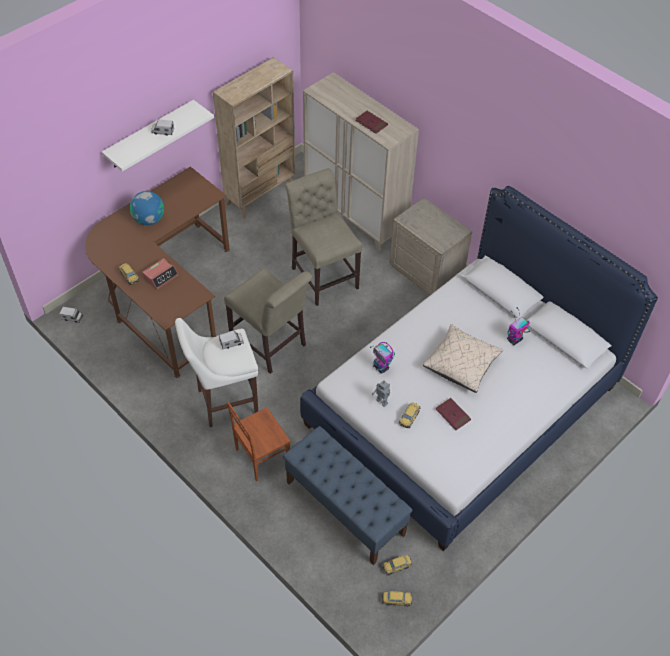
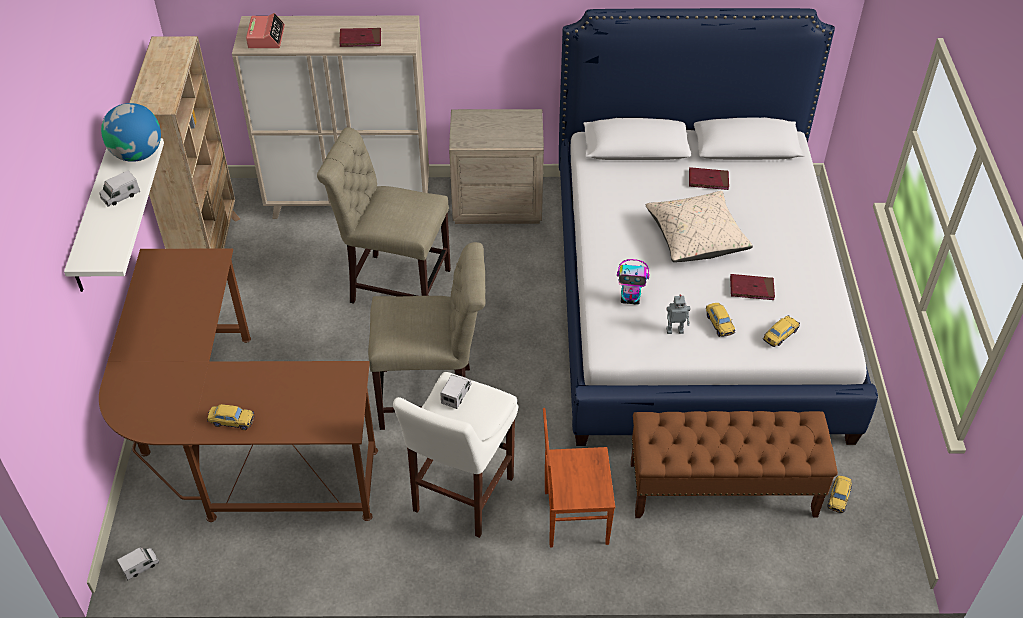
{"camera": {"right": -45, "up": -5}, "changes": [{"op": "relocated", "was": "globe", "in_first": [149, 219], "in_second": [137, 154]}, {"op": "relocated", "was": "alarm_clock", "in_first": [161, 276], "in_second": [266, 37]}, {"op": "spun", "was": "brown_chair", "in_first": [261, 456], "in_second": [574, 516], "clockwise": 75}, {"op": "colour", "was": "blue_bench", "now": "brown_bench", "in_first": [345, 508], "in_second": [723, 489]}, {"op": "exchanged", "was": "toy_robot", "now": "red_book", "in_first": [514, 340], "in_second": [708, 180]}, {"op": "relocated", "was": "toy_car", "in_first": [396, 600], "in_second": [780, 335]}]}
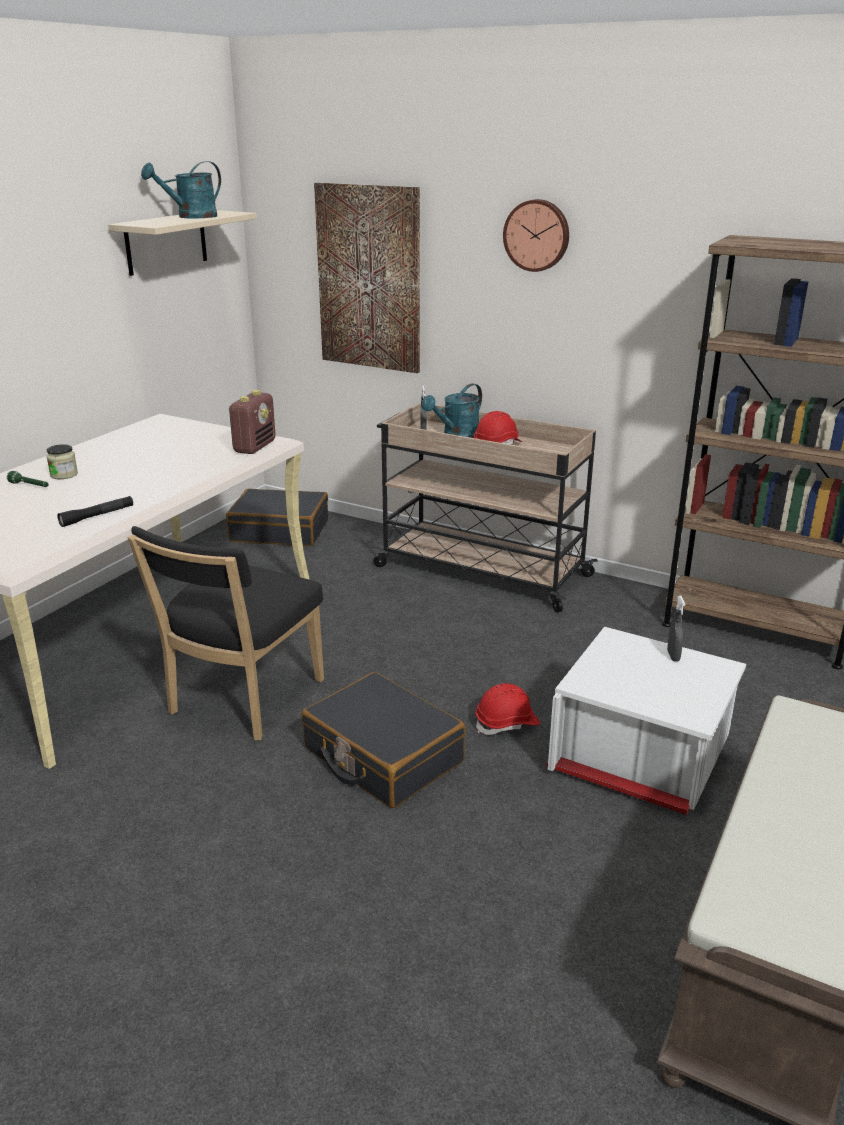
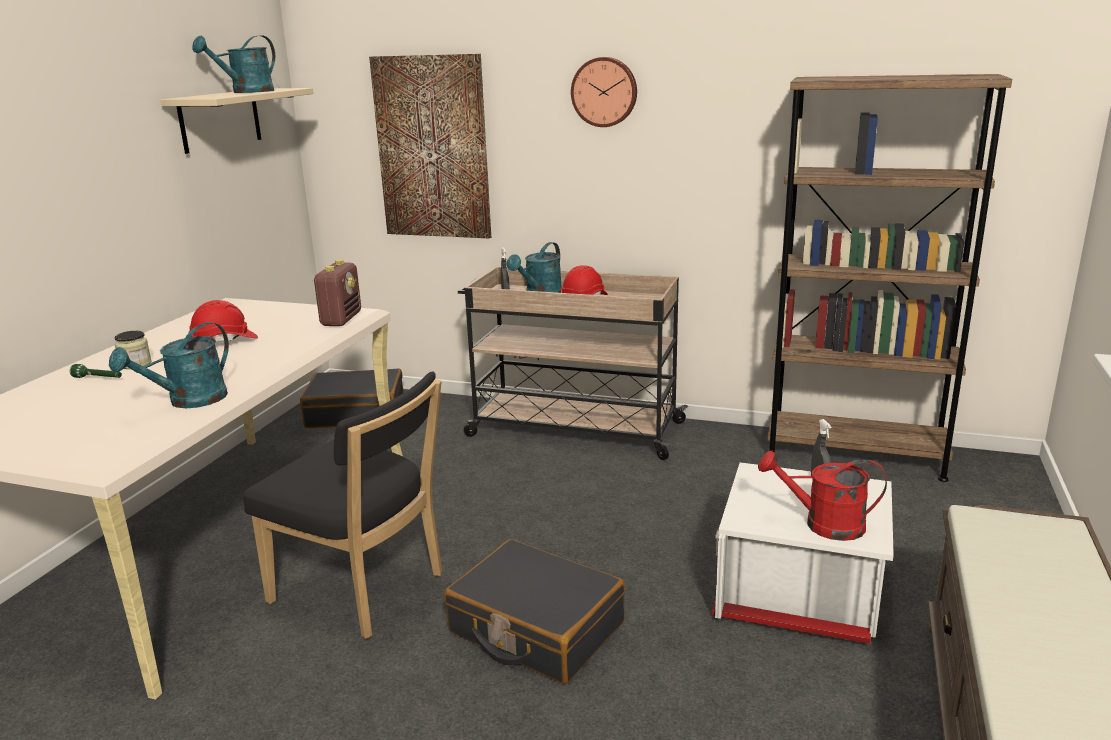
{"camera": {"right": -10, "up": -5}, "changes": [{"op": "exchanged", "was": "black_flashlight", "now": "turquoise_watering_can", "in_first": [97, 516], "in_second": [189, 401]}, {"op": "relocated", "was": "red_hard_hat", "in_first": [507, 724], "in_second": [224, 342]}, {"op": "spun", "was": "black_chair", "in_first": [242, 701], "in_second": [363, 591], "clockwise": -75}, {"op": "appeared", "now": "red_watering_can", "in_second": [823, 525]}]}
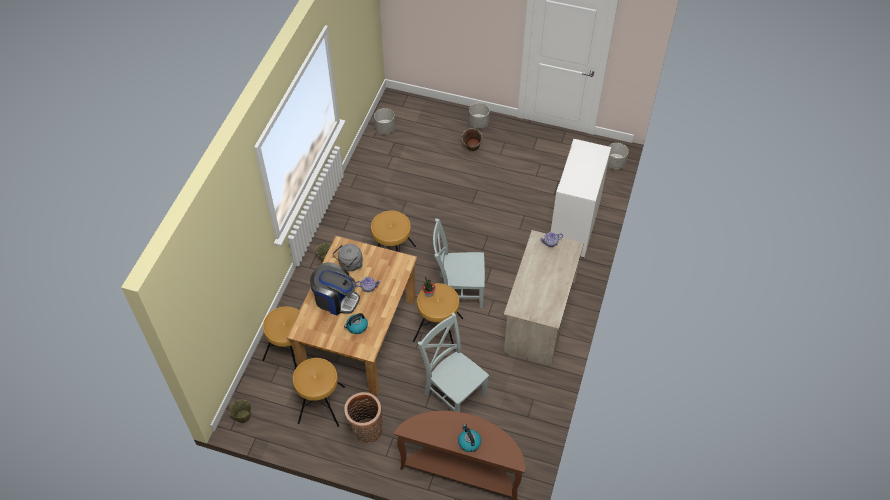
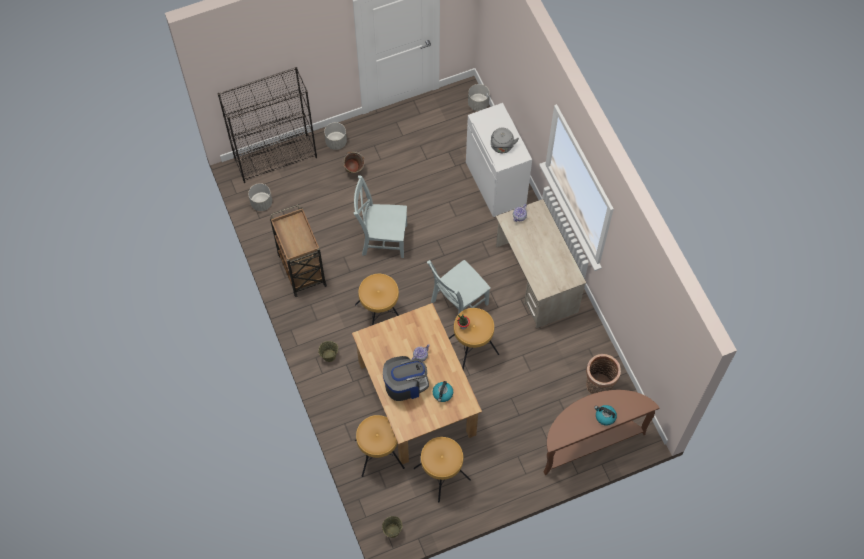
{"camera": {"right": -40, "up": 10}, "changes": [{"op": "appeared", "now": "black_bookcase", "in_second": [276, 158]}, {"op": "appeared", "now": "brown_cart", "in_second": [301, 269]}, {"op": "relocated", "was": "grey_chair", "in_first": [453, 392], "in_second": [382, 239]}, {"op": "relocated", "was": "grey_kettle", "in_first": [349, 264], "in_second": [502, 147]}, {"op": "relocated", "was": "basket", "in_first": [366, 431], "in_second": [598, 387]}]}
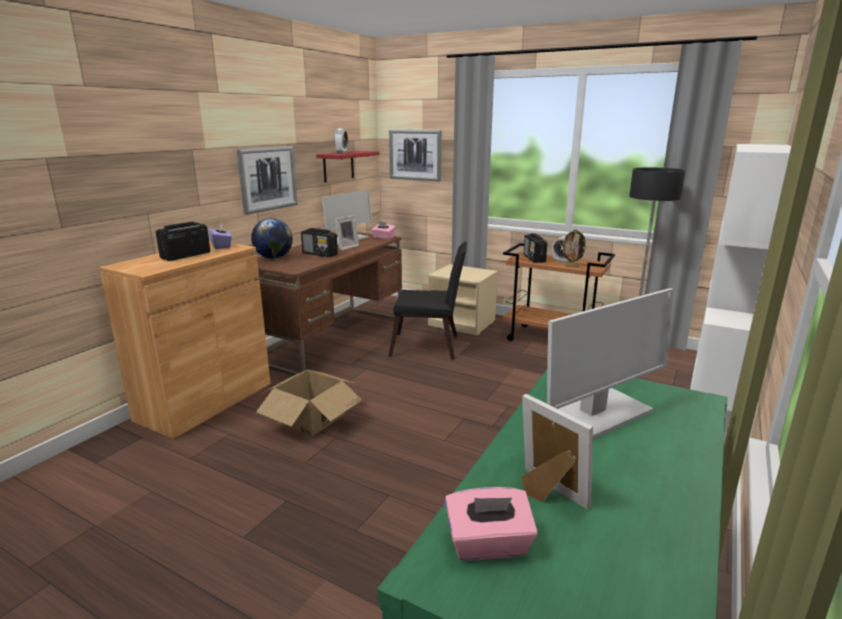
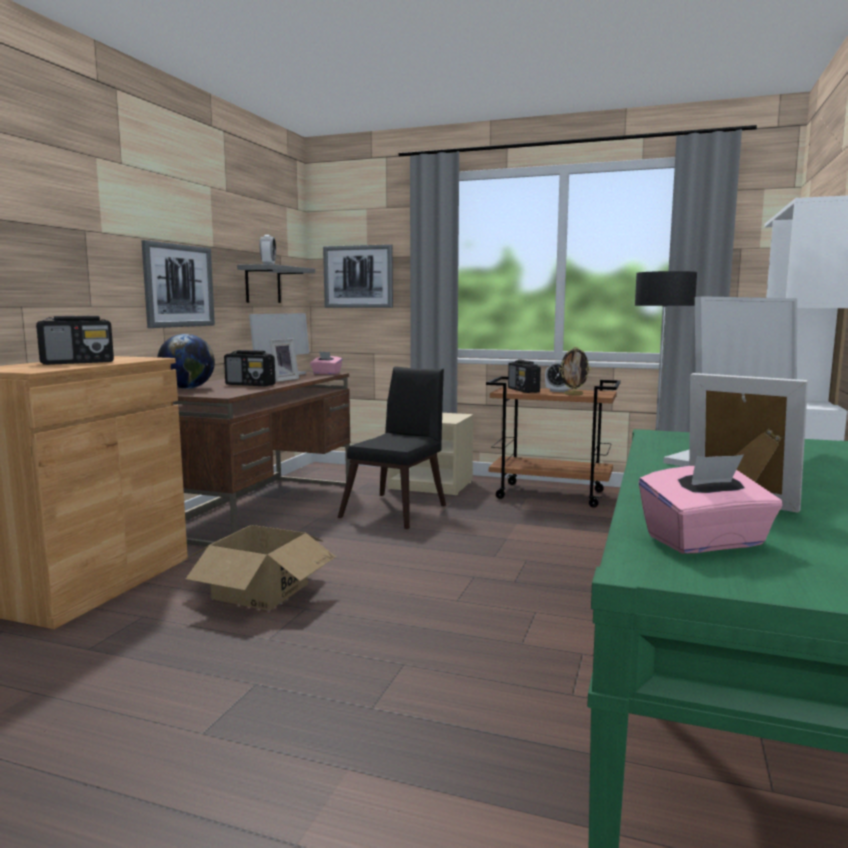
{"camera": {"right": -10, "up": -10}, "changes": [{"op": "spun", "was": "radio", "in_first": [185, 256], "in_second": [78, 362], "clockwise": -150}, {"op": "colour", "was": "red_shelf", "now": "grey_shelf", "in_first": [338, 166], "in_second": [263, 285]}, {"op": "spun", "was": "black_chair", "in_first": [430, 347], "in_second": [398, 509], "clockwise": -60}, {"op": "missing", "was": "purple_tissue_box", "in_first": [221, 246]}]}
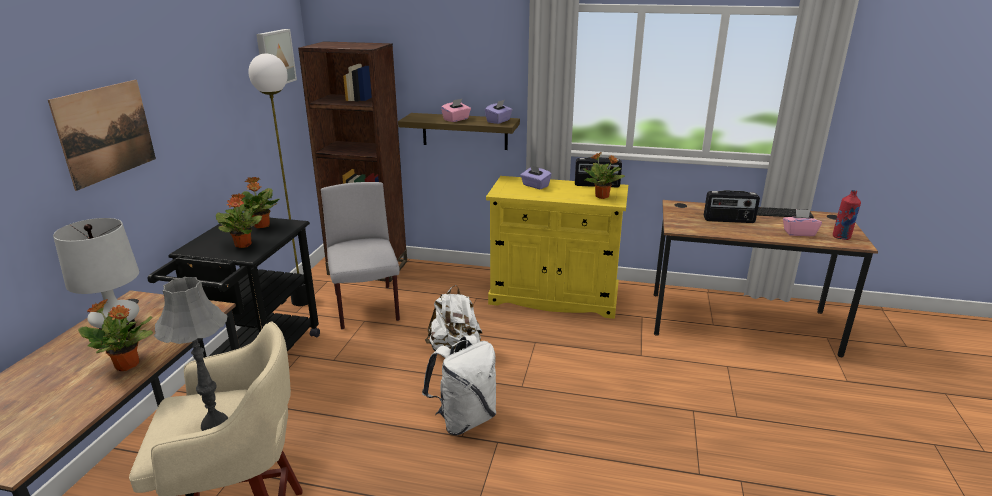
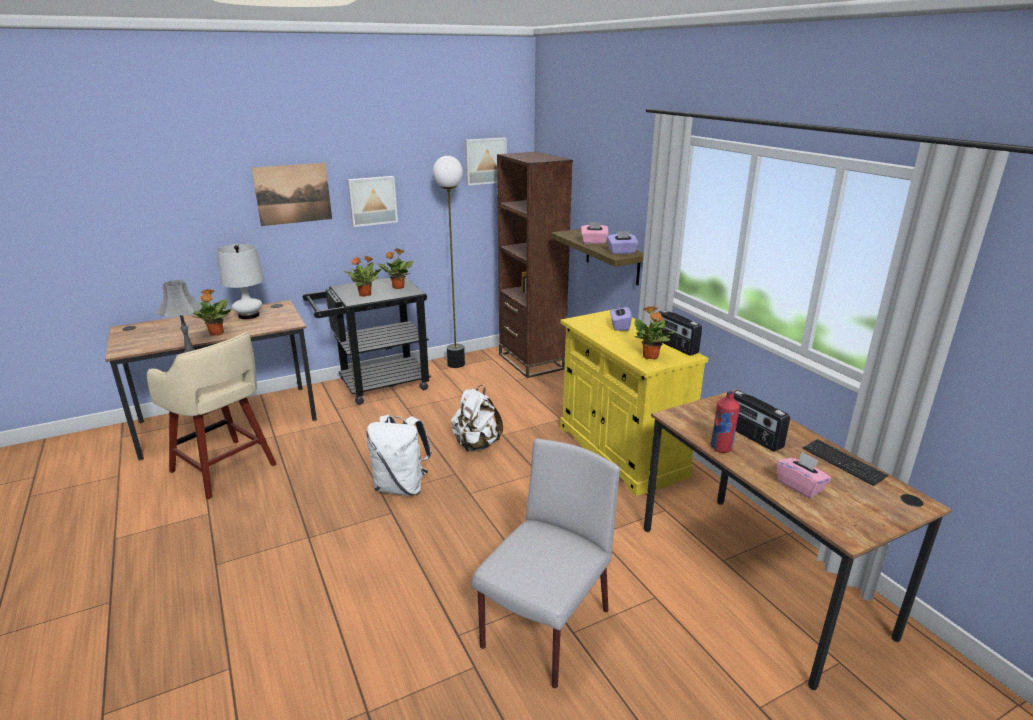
{"camera": {"right": 50, "up": 0}, "changes": [{"op": "appeared", "now": "picture", "in_second": [372, 200]}, {"op": "relocated", "was": "grey_chair", "in_first": [367, 308], "in_second": [545, 630]}, {"op": "relocated", "was": "red_bottle", "in_first": [841, 237], "in_second": [721, 448]}]}
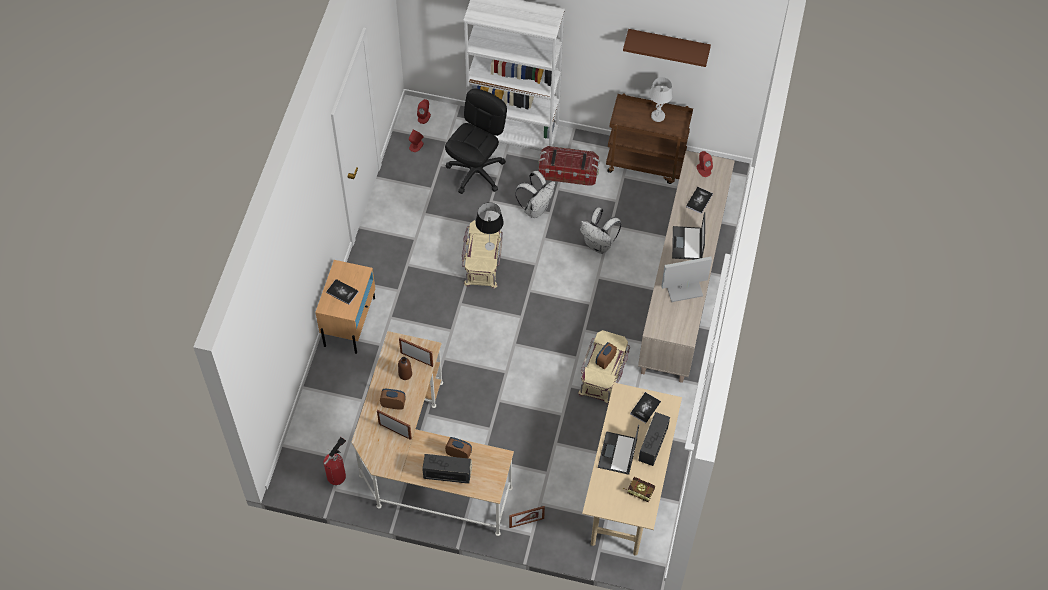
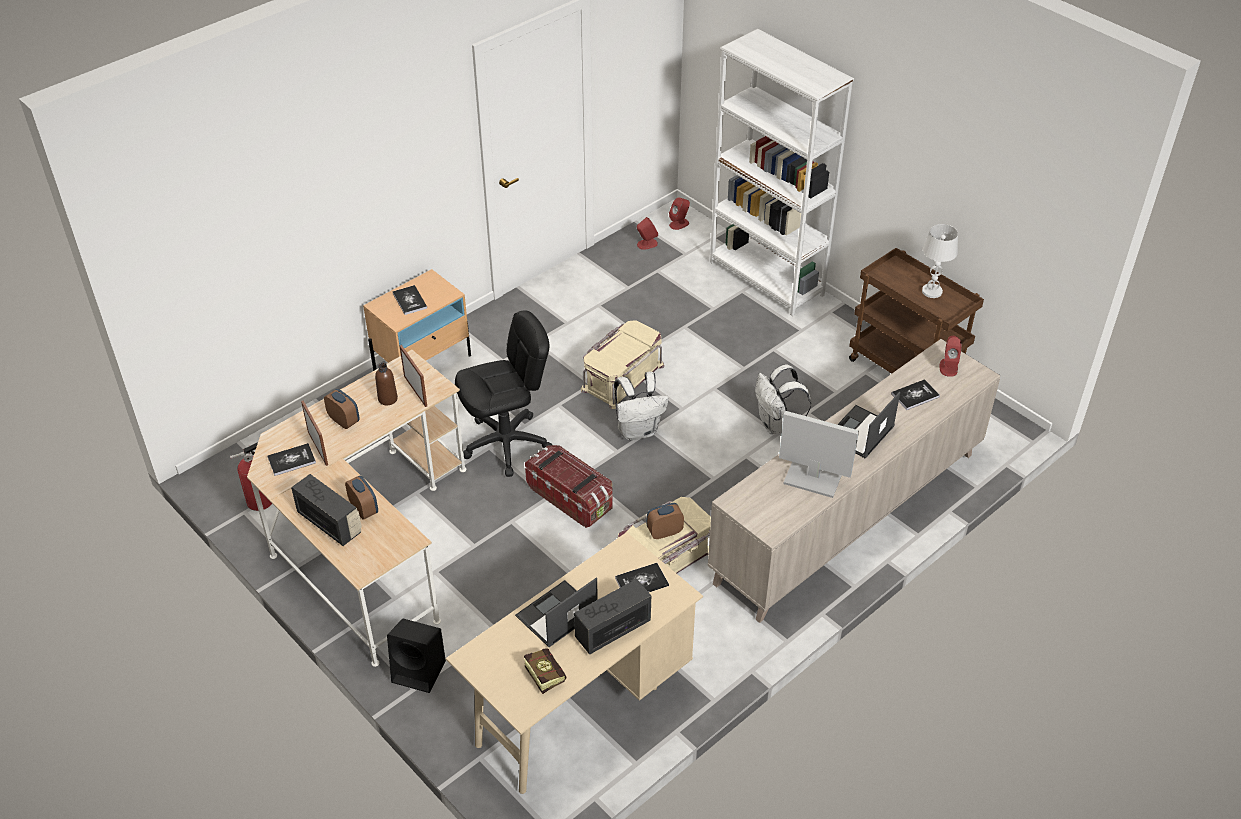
{"camera": {"right": 35, "up": -15}, "changes": [{"op": "appeared", "now": "book", "in_second": [291, 460]}, {"op": "exchanged", "was": "picture_frame", "now": "black_speaker", "in_first": [526, 522], "in_second": [420, 671]}, {"op": "relocated", "was": "black_office_chair", "in_first": [476, 172], "in_second": [506, 444]}, {"op": "relocated", "was": "storage_box", "in_first": [568, 172], "in_second": [570, 497]}, {"op": "relocated", "was": "white_backpack", "in_first": [536, 208], "in_second": [638, 430]}, {"op": "missing", "was": "table_lamp", "in_first": [489, 246]}, {"op": "missing", "was": "brown_shelf", "in_first": [668, 44]}]}
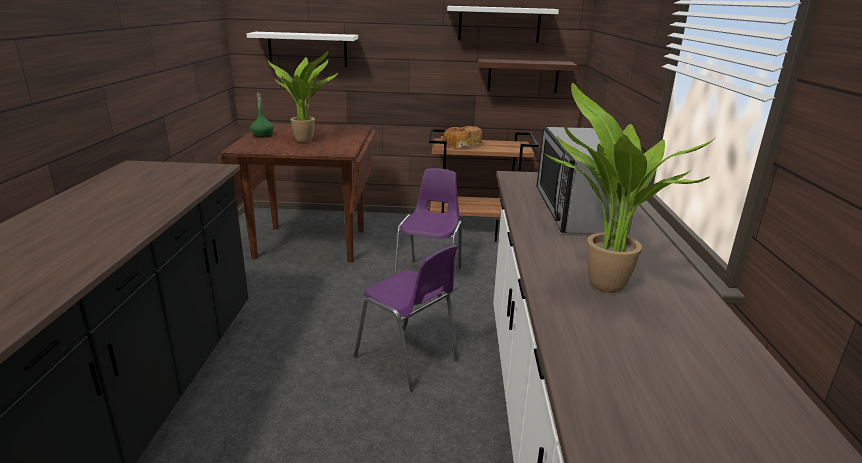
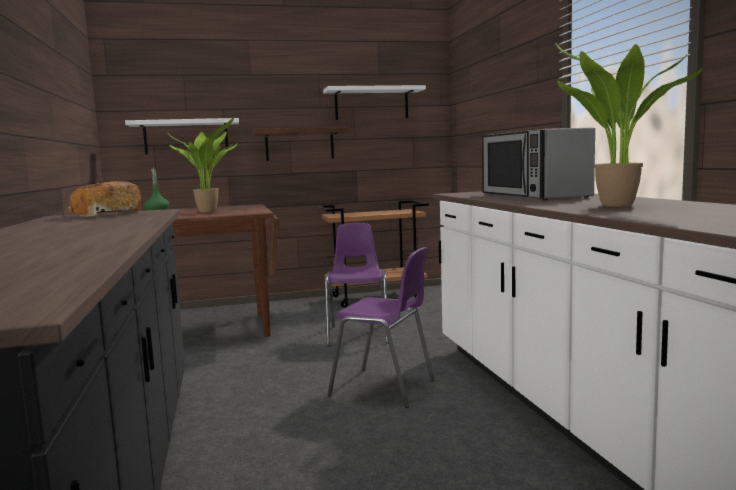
{"camera": {"right": -15, "up": -15}, "changes": [{"op": "relocated", "was": "bread", "in_first": [461, 144], "in_second": [106, 214]}, {"op": "relocated", "was": "shelf", "in_first": [523, 76], "in_second": [299, 144]}]}
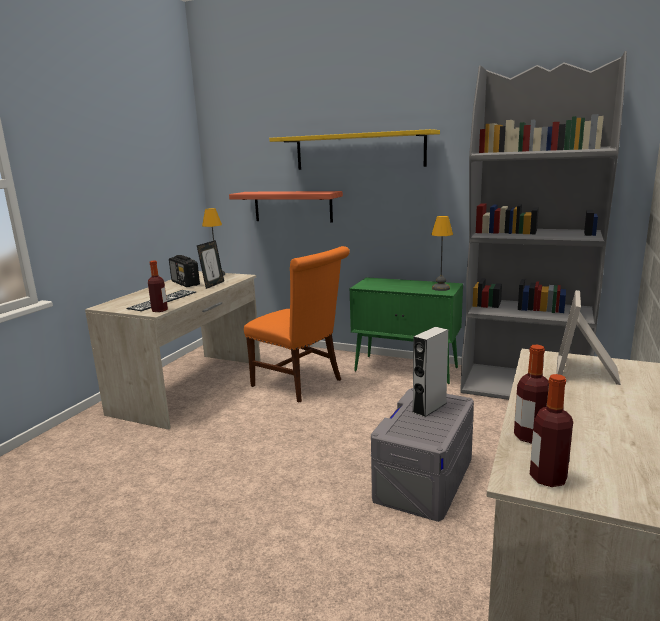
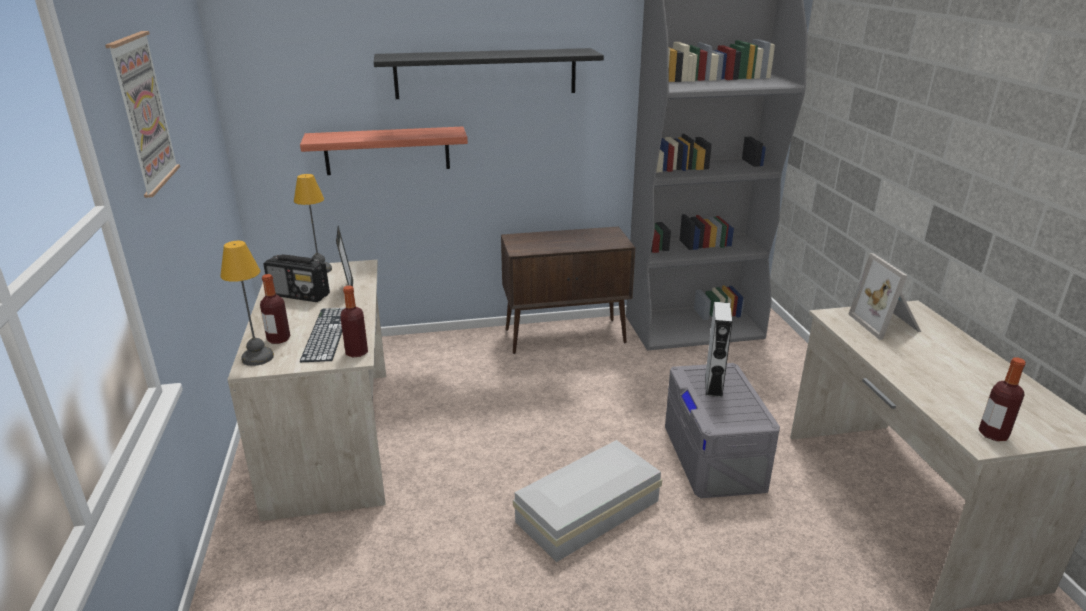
{"camera": {"right": -35, "up": 10}, "changes": [{"op": "appeared", "now": "picture", "in_second": [142, 112]}, {"op": "relocated", "was": "table_lamp", "in_first": [441, 288], "in_second": [258, 357]}, {"op": "relocated", "was": "bottle", "in_first": [530, 437], "in_second": [278, 339]}, {"op": "colour", "was": "yellow_shelf", "now": "black_shelf", "in_first": [359, 151], "in_second": [486, 73]}, {"op": "colour", "was": "green_cabinet", "now": "brown_cabinet", "in_first": [407, 369], "in_second": [566, 336]}, {"op": "appeared", "now": "white_storage_box", "in_second": [585, 511]}, {"op": "missing", "was": "orange_chair", "in_first": [301, 383]}]}
